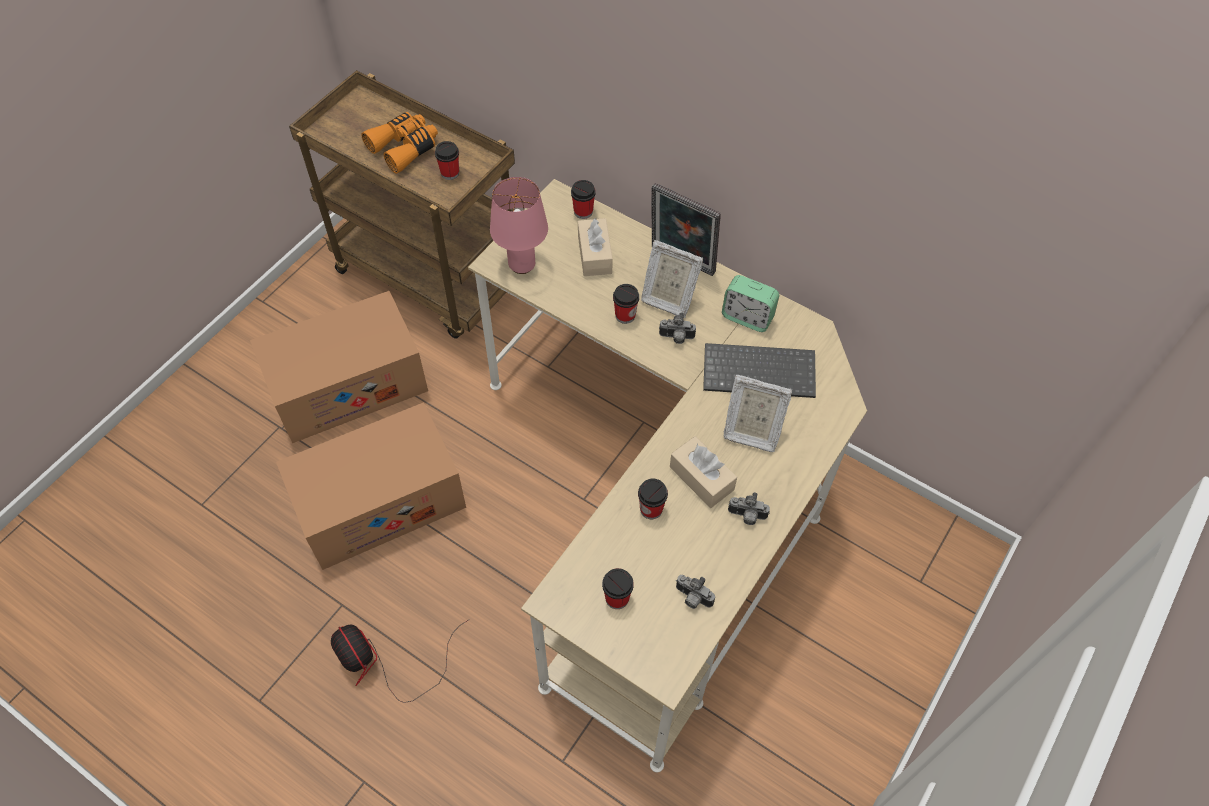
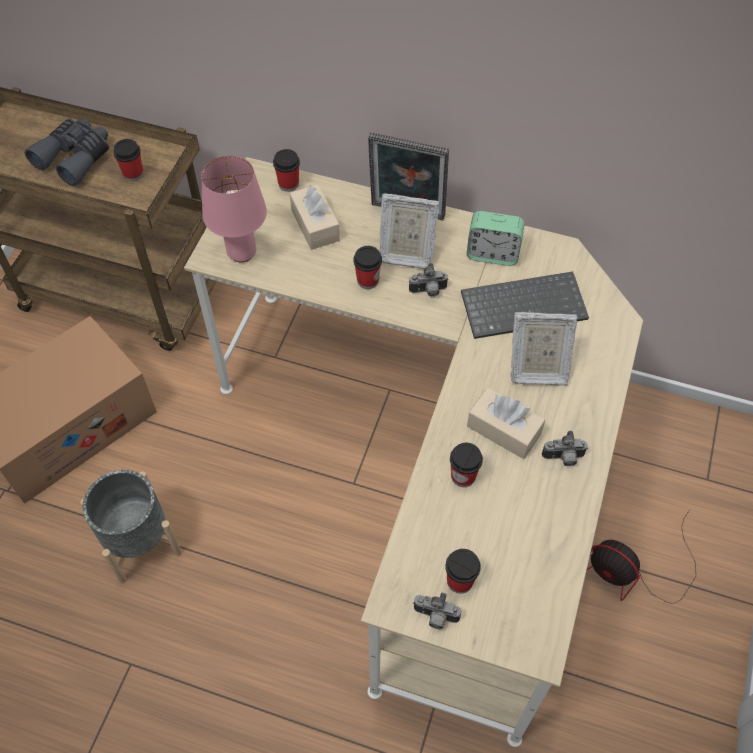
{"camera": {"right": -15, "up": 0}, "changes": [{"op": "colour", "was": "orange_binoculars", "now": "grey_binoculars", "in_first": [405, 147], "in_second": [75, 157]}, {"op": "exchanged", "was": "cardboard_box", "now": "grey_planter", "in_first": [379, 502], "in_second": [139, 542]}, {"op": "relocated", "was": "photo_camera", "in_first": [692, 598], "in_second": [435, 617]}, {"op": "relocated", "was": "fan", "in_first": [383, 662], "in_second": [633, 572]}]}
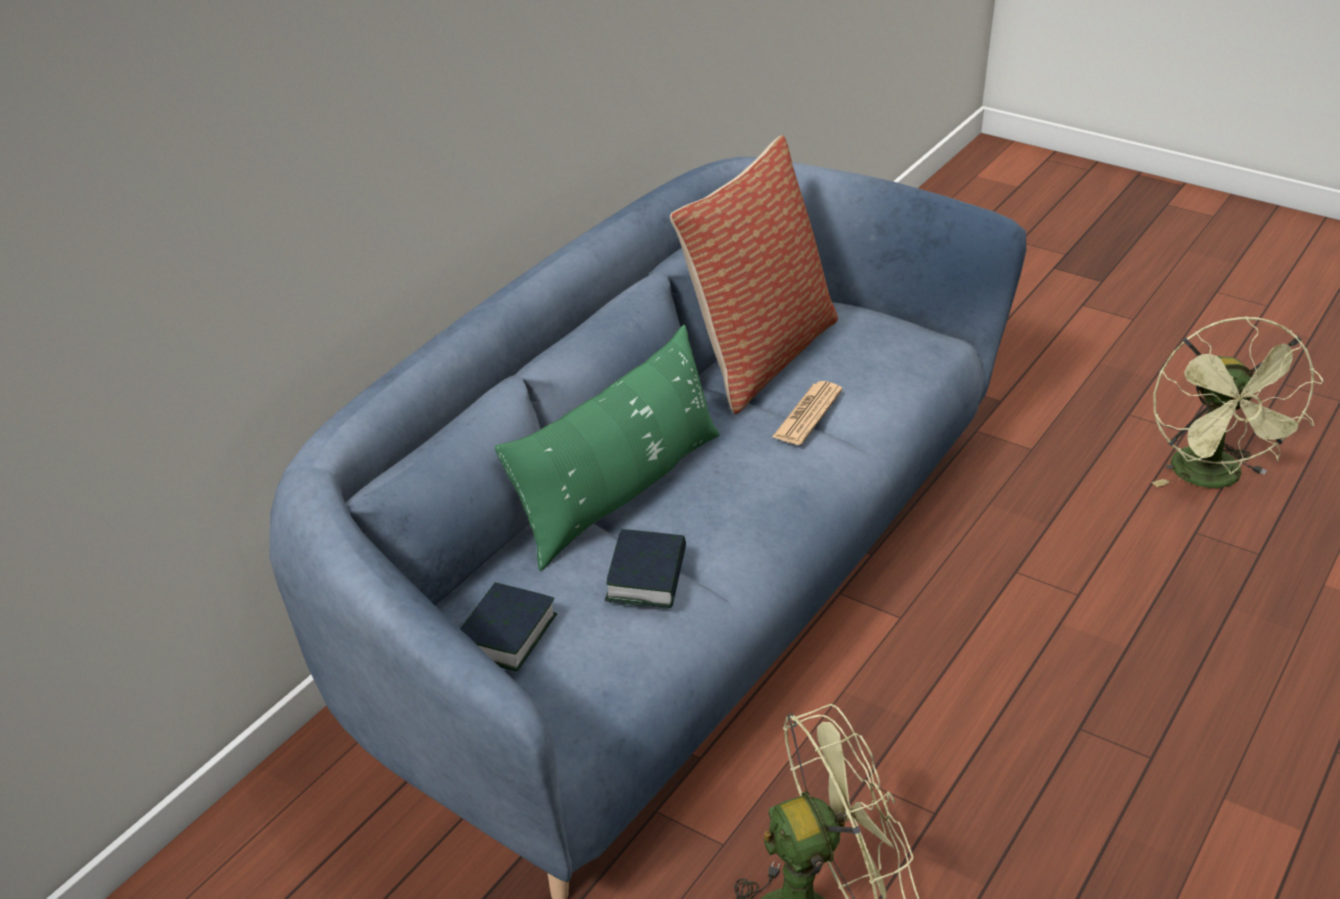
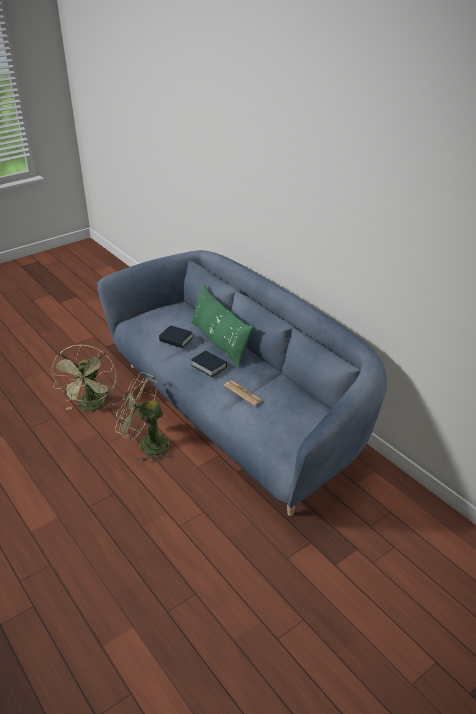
{"camera": {"right": 110, "up": 0}, "changes": [{"op": "relocated", "was": "green_fan", "in_first": [1213, 479], "in_second": [147, 444]}, {"op": "relocated", "was": "book", "in_first": [505, 635], "in_second": [209, 366]}, {"op": "missing", "was": "pillow", "in_first": [757, 356]}]}
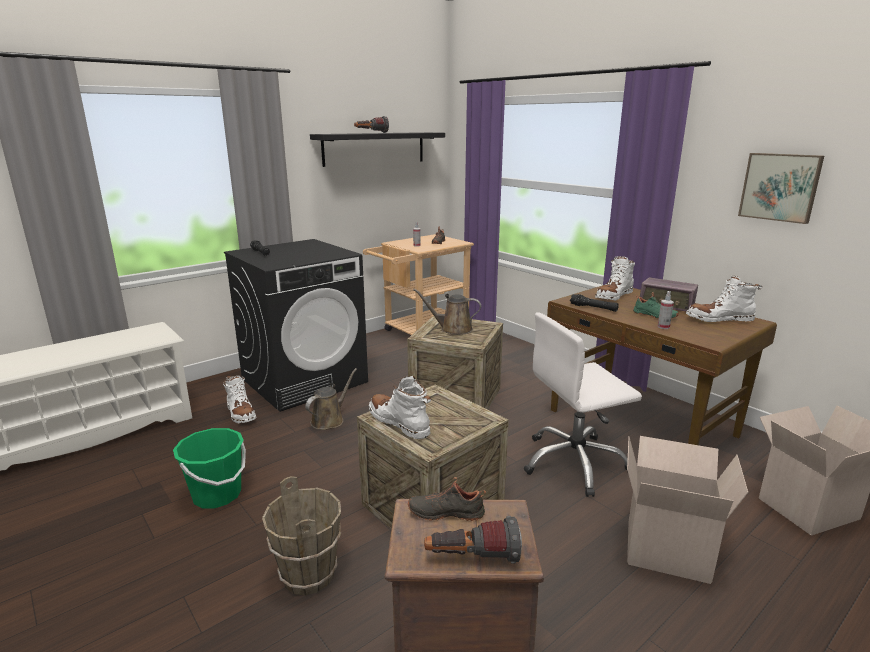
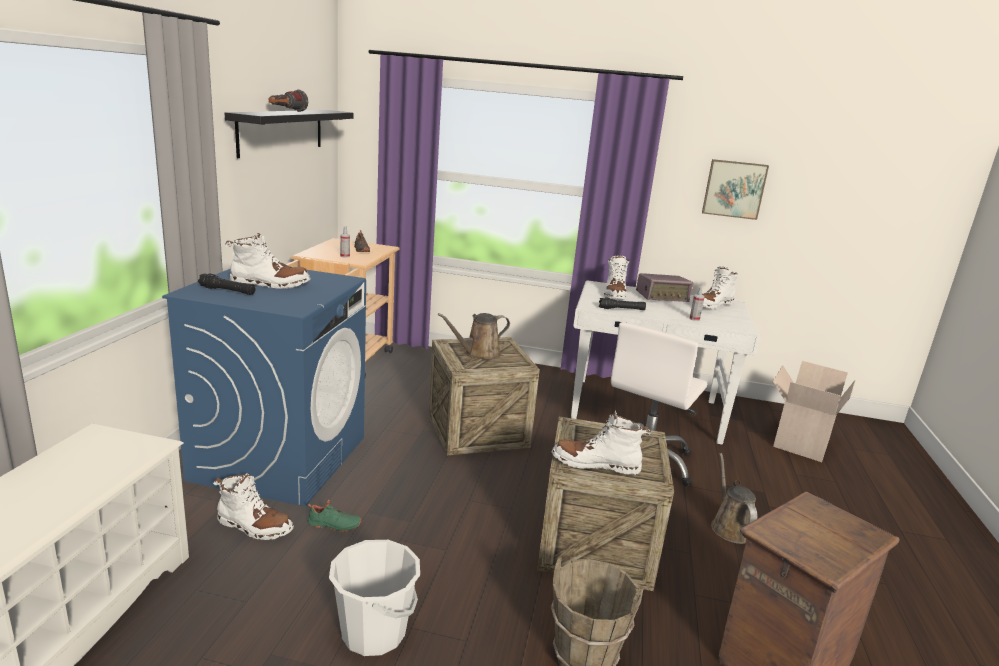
{"camera": {"right": -40, "up": 0}, "changes": [{"op": "colour", "was": "black_washing_machine", "now": "blue_washing_machine", "in_first": [305, 380], "in_second": [280, 457]}, {"op": "appeared", "now": "white_boot", "in_second": [270, 284]}, {"op": "relocated", "was": "green_shoe", "in_first": [654, 316], "in_second": [334, 525]}, {"op": "colour", "was": "green_bucket", "now": "white_bucket", "in_first": [217, 495], "in_second": [374, 632]}, {"op": "colour", "was": "brown_desk", "now": "white_desk", "in_first": [641, 424], "in_second": [646, 410]}, {"op": "relocated", "was": "brown_watering_can", "in_first": [329, 420], "in_second": [729, 527]}, {"op": "missing", "was": "black_shoe", "in_first": [446, 512]}, {"op": "missing", "was": "flashlight", "in_first": [472, 558]}, {"op": "missing", "was": "cardboard_box", "in_first": [668, 549]}]}
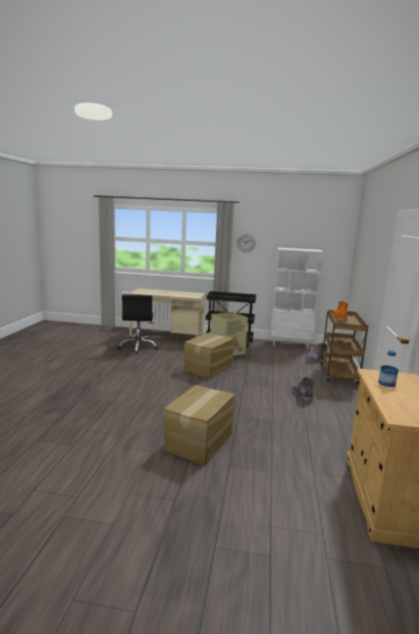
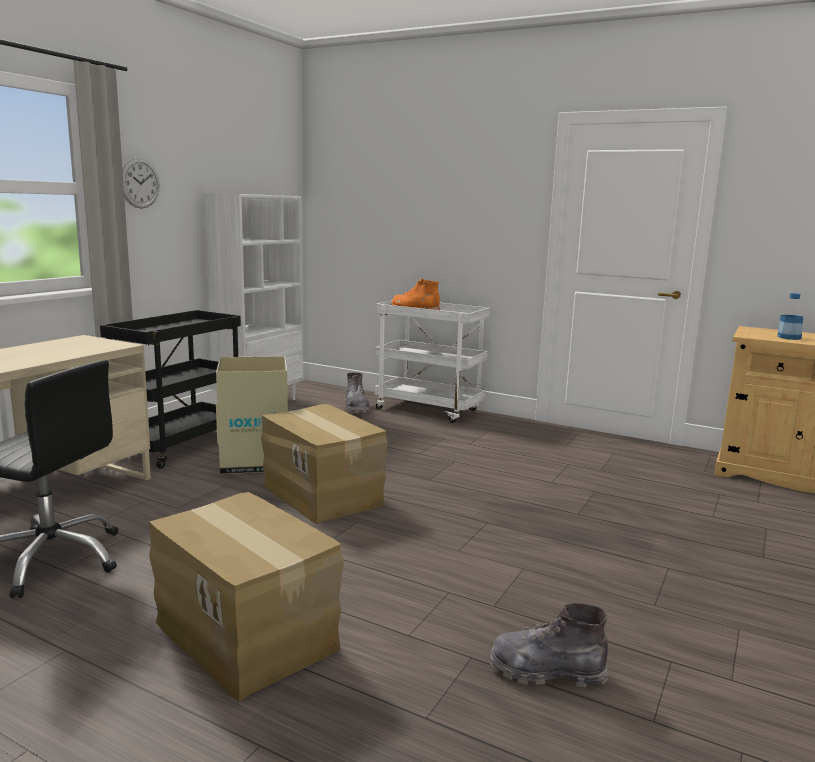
{"camera": {"right": -70, "up": 0}, "changes": [{"op": "relocated", "was": "cardboard_box", "in_first": [200, 442], "in_second": [247, 634]}, {"op": "colour", "was": "brown_cart", "now": "white_cart", "in_first": [339, 375], "in_second": [430, 410]}, {"op": "relocated", "was": "grey_boot", "in_first": [302, 395], "in_second": [546, 671]}]}
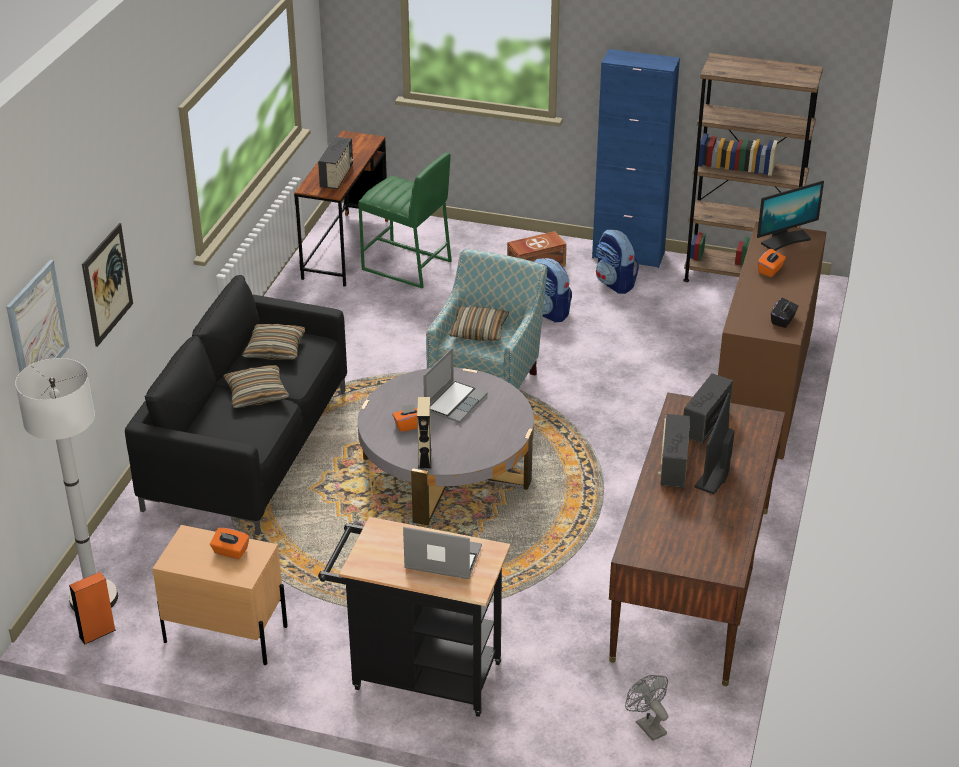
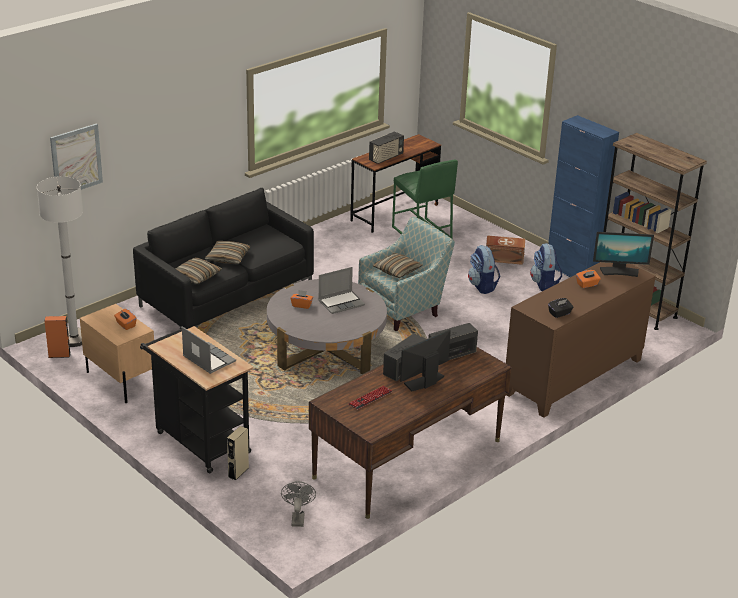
{"camera": {"right": 30, "up": -5}, "changes": [{"op": "relocated", "was": "pillow", "in_first": [275, 349], "in_second": [196, 276]}, {"op": "relocated", "was": "beige_speaker", "in_first": [424, 458], "in_second": [238, 472]}, {"op": "appeared", "now": "keyboard", "in_second": [370, 398]}, {"op": "missing", "was": "picture", "in_first": [107, 284]}]}
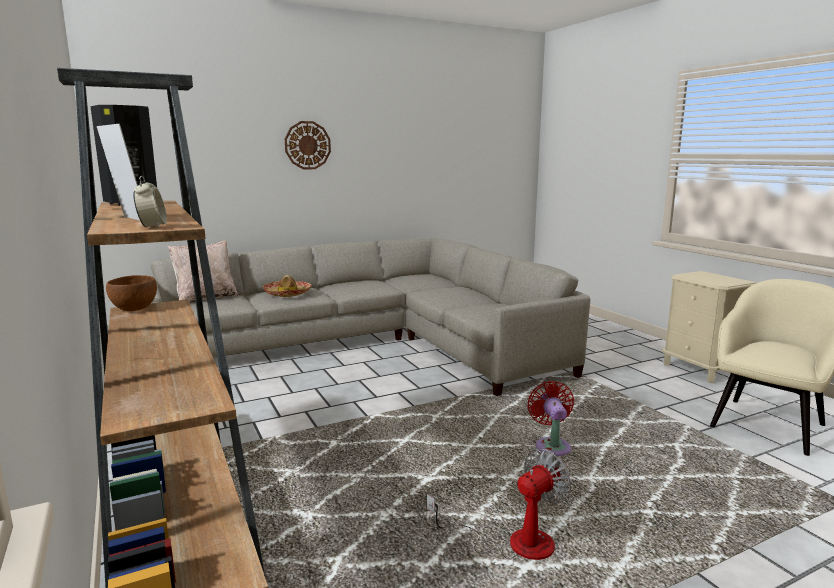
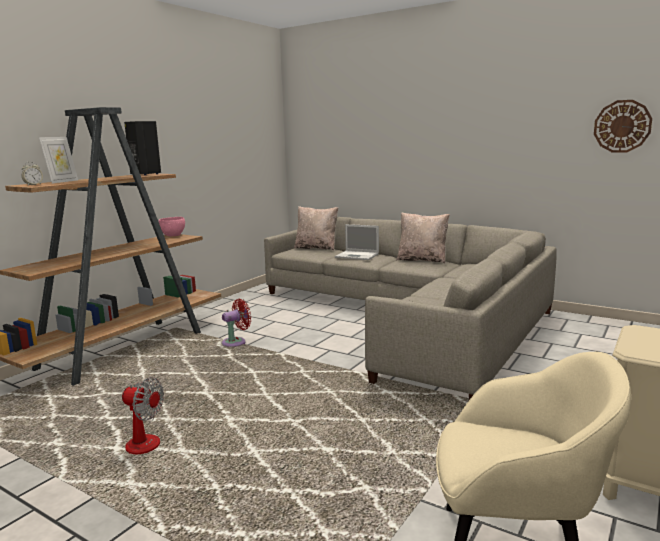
{"camera": {"right": 60, "up": 0}, "changes": [{"op": "colour", "was": "brown_bowl", "now": "pink_bowl", "in_first": [134, 309], "in_second": [173, 235]}, {"op": "relocated", "was": "red_fan", "in_first": [551, 445], "in_second": [236, 342]}, {"op": "exchanged", "was": "hat", "now": "laptop", "in_first": [287, 293], "in_second": [358, 256]}, {"op": "appeared", "now": "beige_pillow", "in_second": [422, 260]}, {"op": "relocated", "was": "wall_clock", "in_first": [307, 145], "in_second": [622, 126]}]}
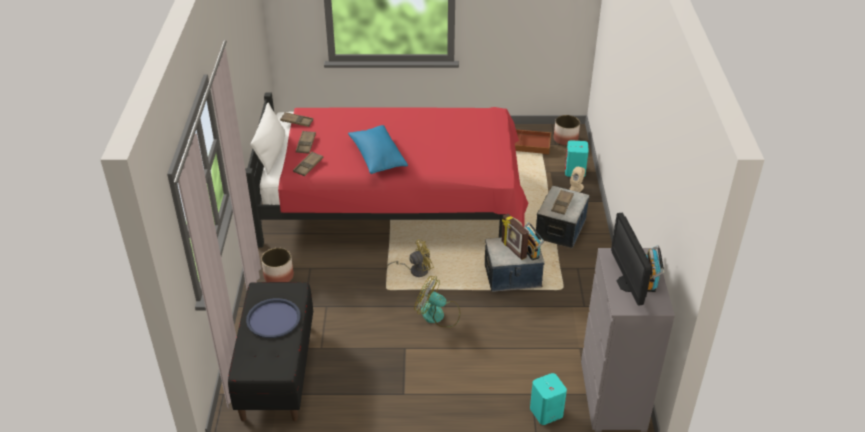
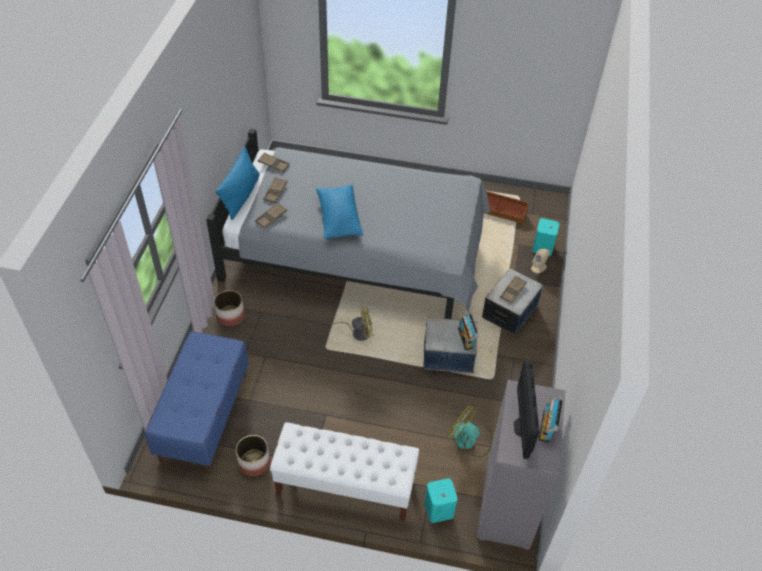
{"camera": {"right": 10, "up": 10}, "changes": [{"op": "colour", "was": "black_bench", "now": "blue_bench", "in_first": [276, 370], "in_second": [204, 416]}, {"op": "colour", "was": "red_bed", "now": "grey_bed", "in_first": [393, 203], "in_second": [357, 254]}, {"op": "colour", "was": "white_pillow", "now": "blue_pillow", "in_first": [271, 153], "in_second": [241, 195]}, {"op": "relocated", "was": "planter", "in_first": [566, 139], "in_second": [254, 462]}, {"op": "appeared", "now": "white_bench", "in_second": [345, 486]}, {"op": "relocated", "was": "fan", "in_first": [438, 315], "in_second": [469, 440]}, {"op": "missing", "was": "blue_tray", "in_first": [273, 319]}, {"op": "missing", "was": "picture_frame", "in_first": [513, 250]}]}
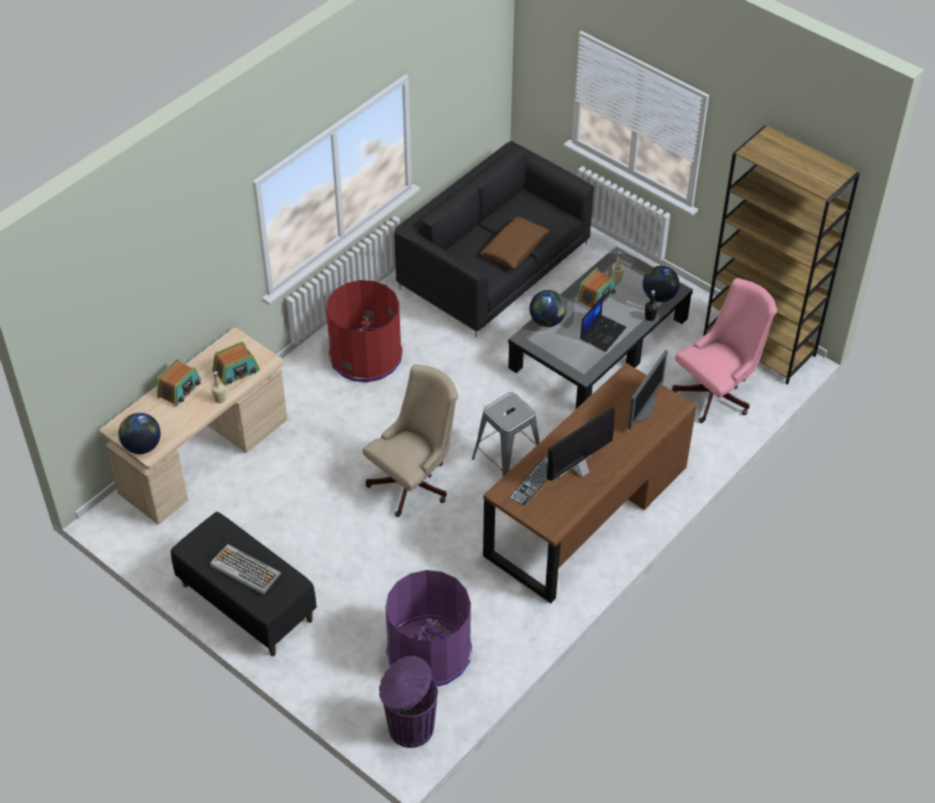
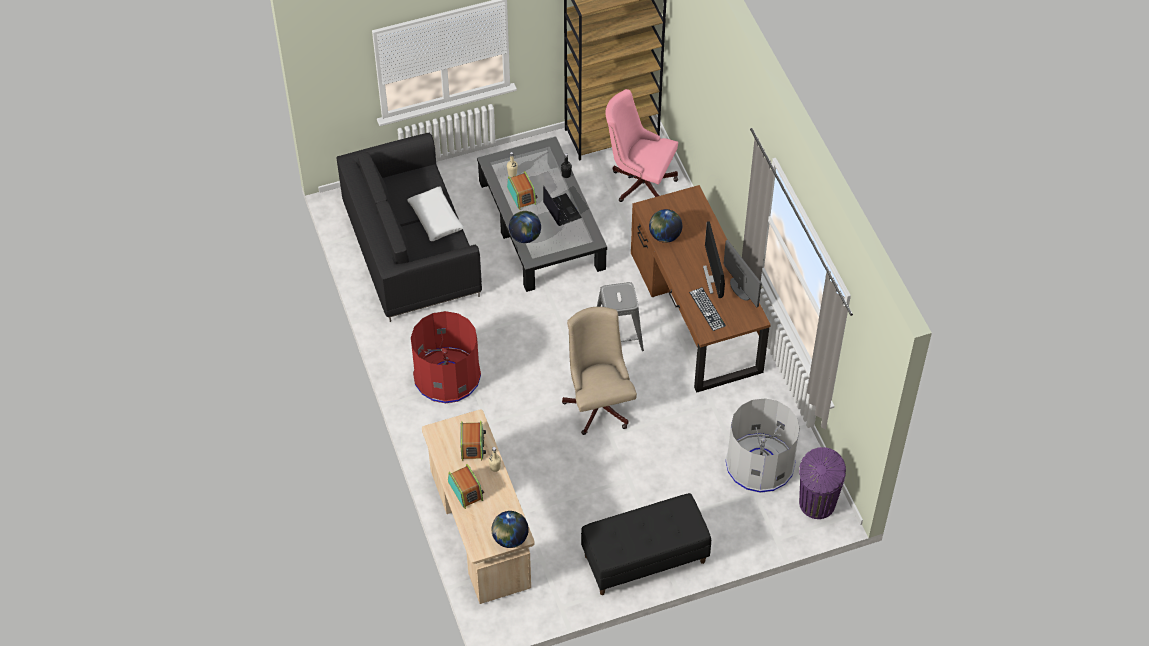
{"camera": {"right": -60, "up": 5}, "changes": [{"op": "colour", "was": "brown_pillow", "now": "white_pillow", "in_first": [515, 248], "in_second": [436, 218]}, {"op": "spun", "was": "pink_office_chair", "in_first": [717, 393], "in_second": [639, 181], "clockwise": -60}, {"op": "relocated", "was": "globe", "in_first": [659, 296], "in_second": [664, 236]}, {"op": "relocated", "was": "monitor", "in_first": [644, 409], "in_second": [740, 289]}, {"op": "colour", "was": "purple_trash_can", "now": "grey_trash_can", "in_first": [429, 652], "in_second": [760, 464]}, {"op": "missing", "was": "keyboard", "in_first": [244, 570]}]}
